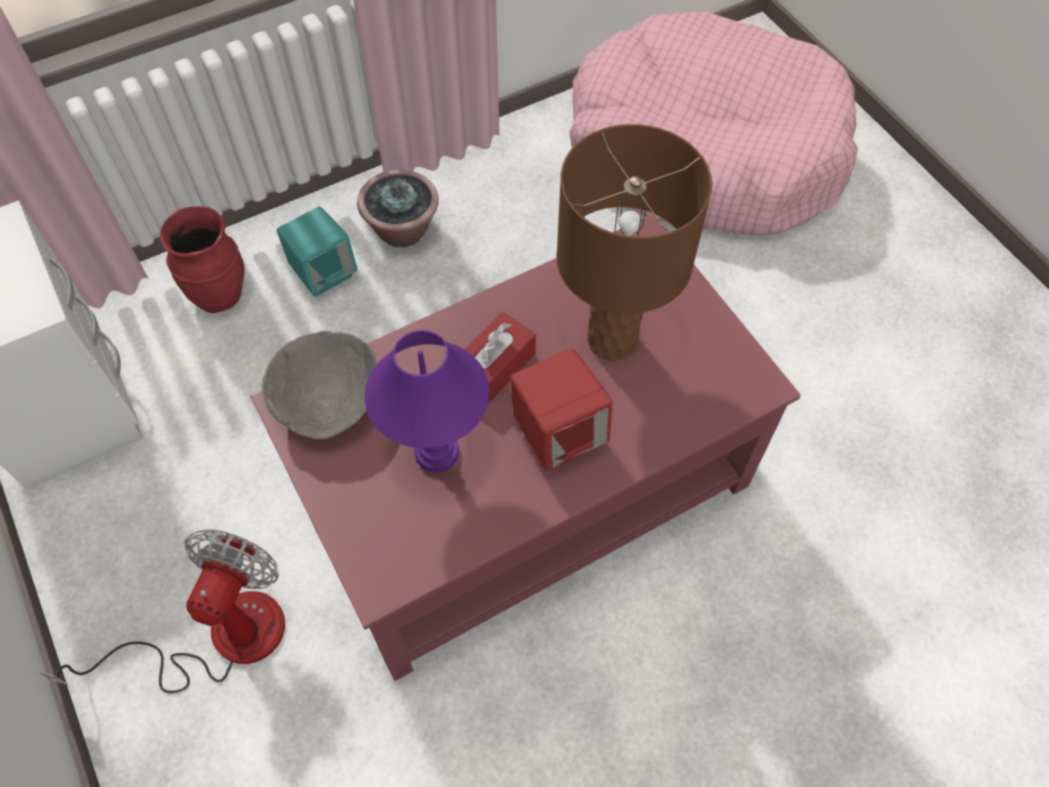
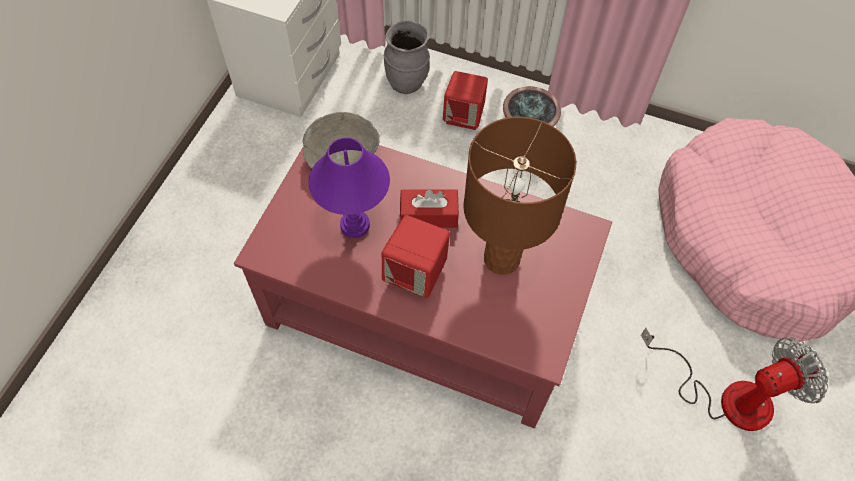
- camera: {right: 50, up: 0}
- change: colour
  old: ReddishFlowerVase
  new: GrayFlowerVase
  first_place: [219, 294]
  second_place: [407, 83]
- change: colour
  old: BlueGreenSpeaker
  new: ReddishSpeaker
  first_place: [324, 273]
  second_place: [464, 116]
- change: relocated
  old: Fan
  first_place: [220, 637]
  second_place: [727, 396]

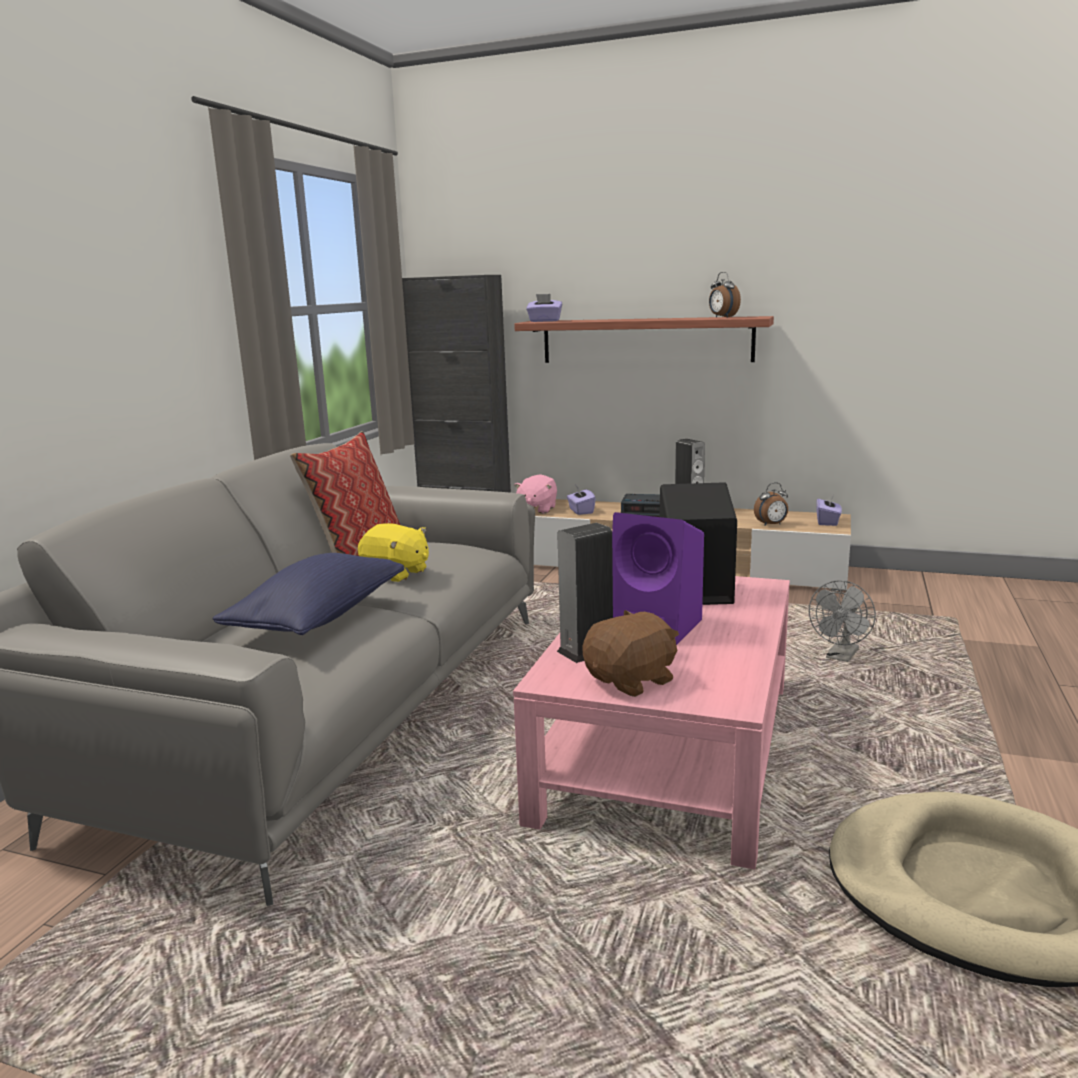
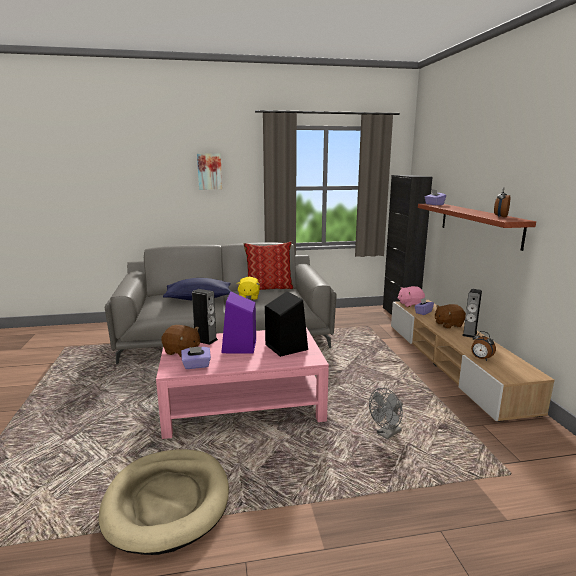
- camera: {right: 60, up: 0}
- change: exchanged
  old: TableClock
  new: BrownColouredSoftToy
  first_place: [645, 511]
  second_place: [448, 324]
- change: relocated
  old: PurplishTissueBox
  first_place: [827, 522]
  second_place: [196, 365]
- change: spun
  old: GrayFan
  first_place: [841, 657]
  second_place: [386, 434]
  degrees: -45
- change: appeared
  new: WallArt
  second_place: [209, 171]

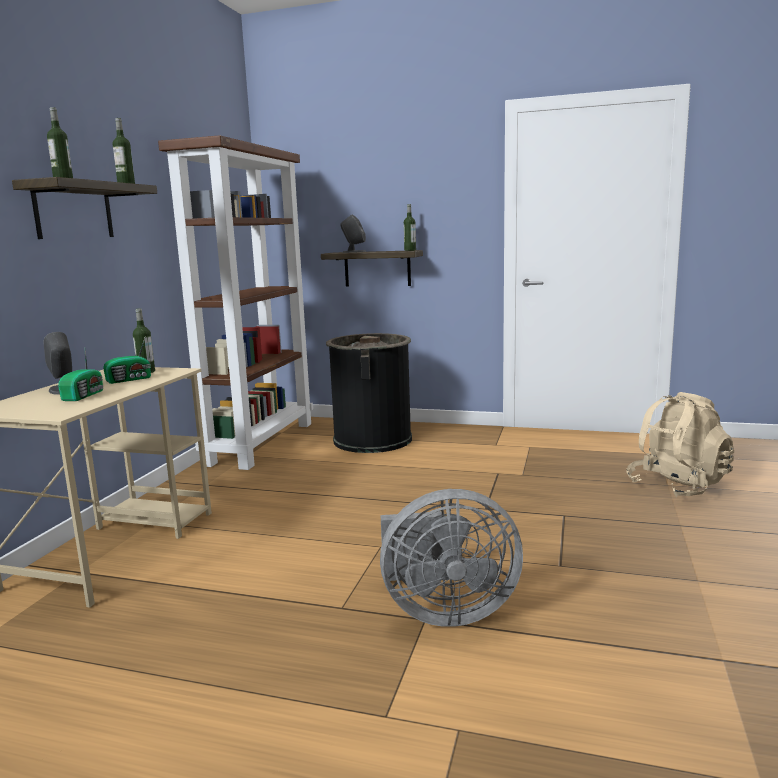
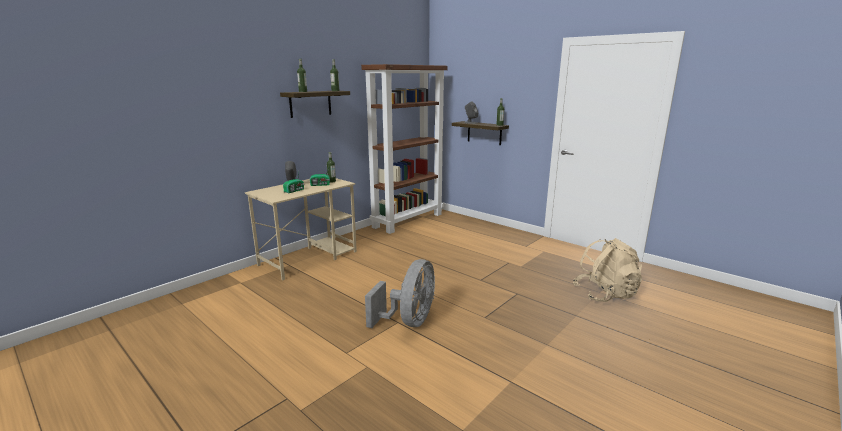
- camera: {right: 25, up: 5}
- change: missing
  old: BlackColouredWasteBin
  first_place: [372, 439]
- change: spun
  old: GrayFan
  first_place: [444, 611]
  second_place: [409, 321]
  degrees: -90

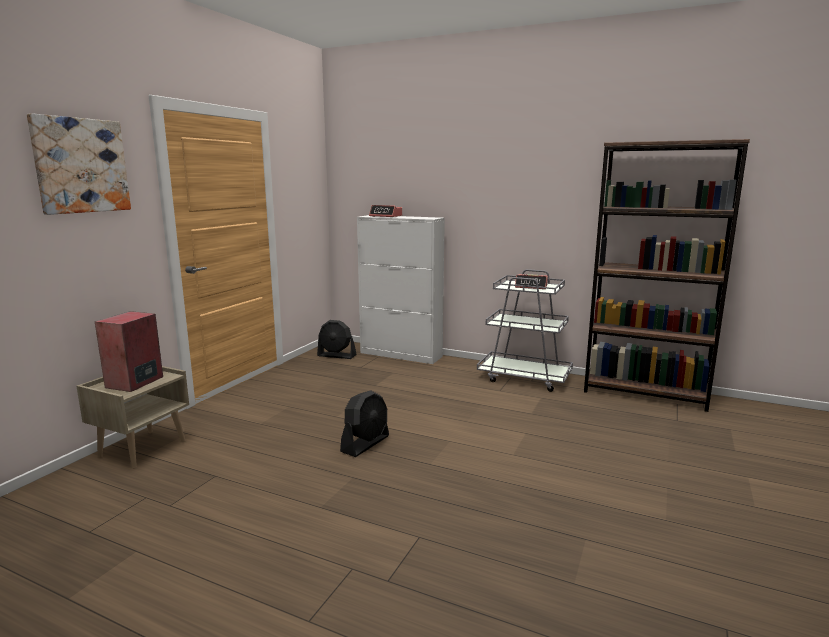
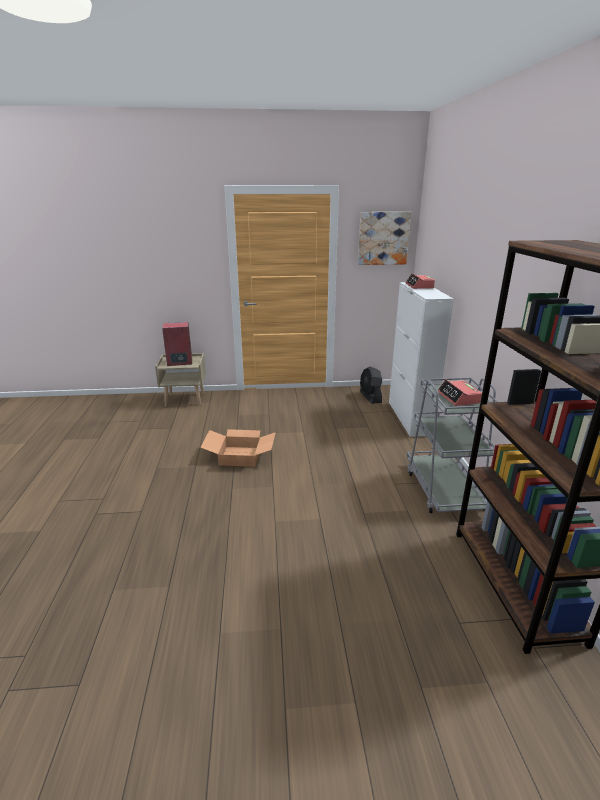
- camera: {right: 60, up: 10}
- change: relocated
  old: WallArt
  first_place: [81, 165]
  second_place: [383, 238]
- change: exchanged
  old: BlackColouredFan
  new: CardboardBox
  first_place: [365, 444]
  second_place: [241, 456]

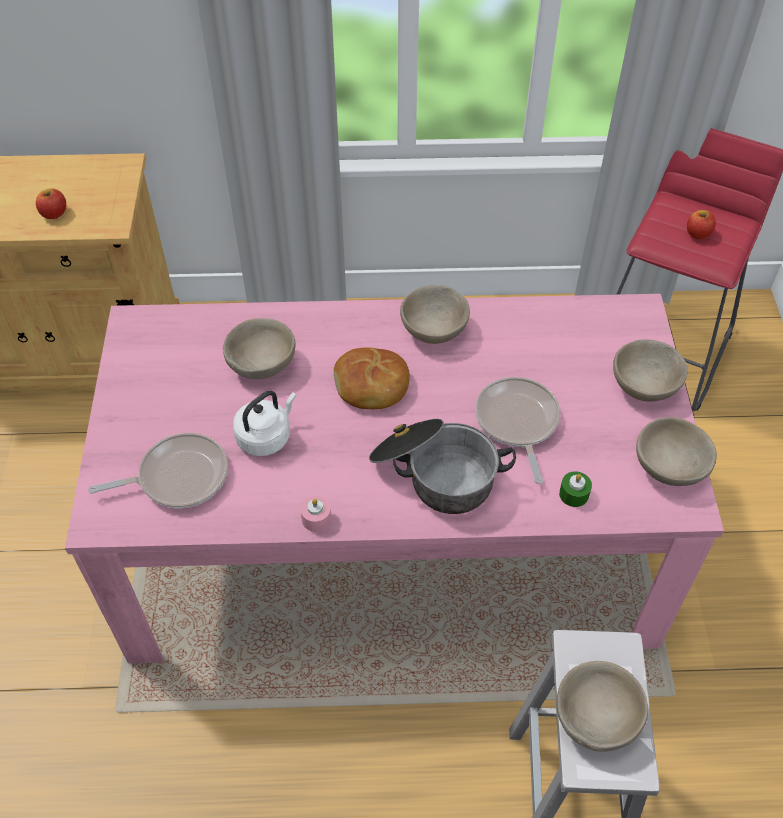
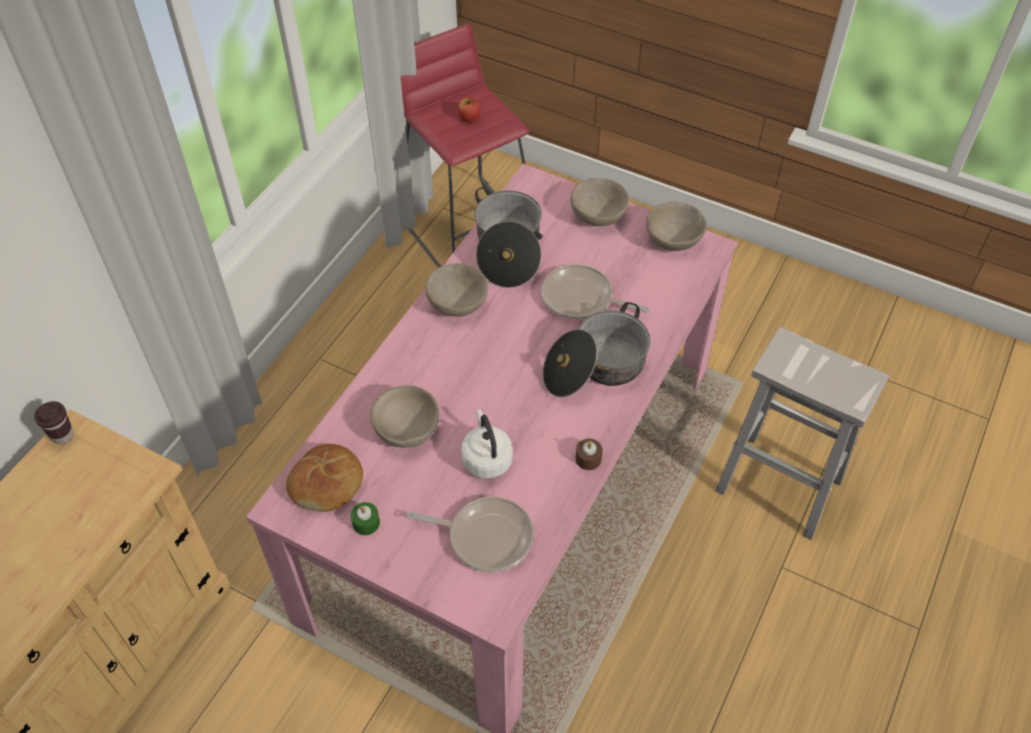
- camera: {right: -60, up: 0}
- change: missing
  old: AppleFruit
  first_place: [54, 213]
- change: relocated
  old: Bread
  first_place: [371, 386]
  second_place: [327, 484]
- change: spun
  old: Pan
  first_place: [178, 477]
  second_place: [485, 537]
  degrees: 90
- change: relocated
  old: GreenColouredWaxLight
  first_place: [574, 494]
  second_place: [366, 523]
- change: colour
  old: PinkishWaxLight
  new: BrownColouredWaxLight
  first_place: [316, 518]
  second_place: [588, 459]
- change: missing
  old: BeigeBowl
  first_place: [595, 716]
- change: appeared
  new: Saucepot
  second_place: [508, 250]
- change: appeared
  new: BrownColouredCup
  second_place: [63, 436]

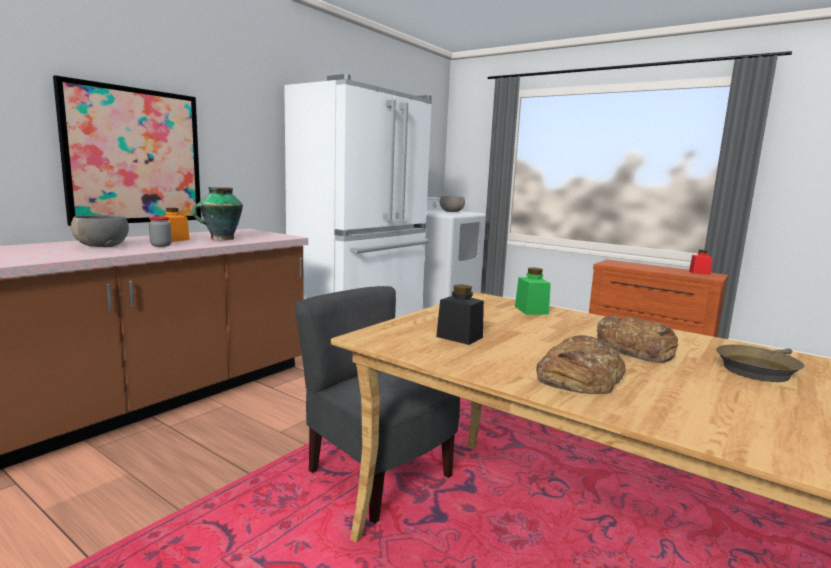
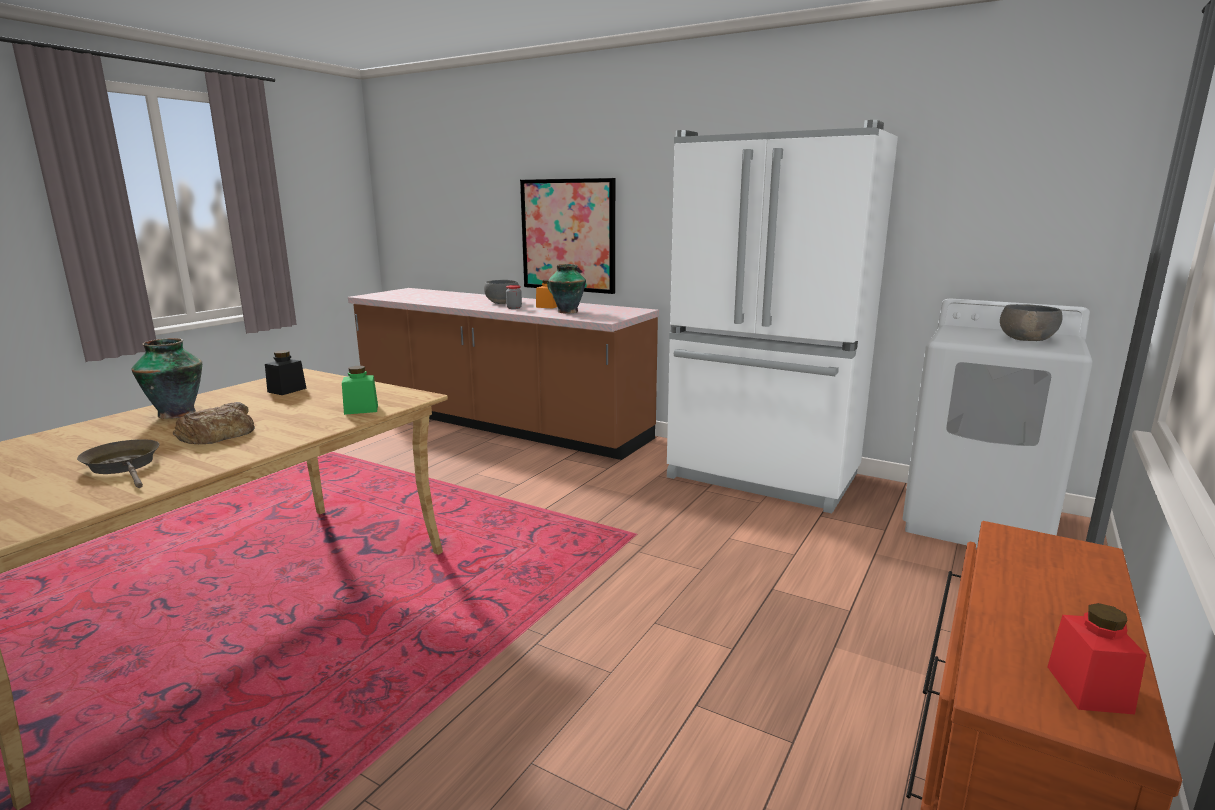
- camera: {right: 85, up: 5}
- change: missing
  old: GrayPlainChair
  first_place: [377, 475]
- change: exchanged
  old: Bread
  new: FlowerVase
  first_place: [578, 376]
  second_place: [178, 413]

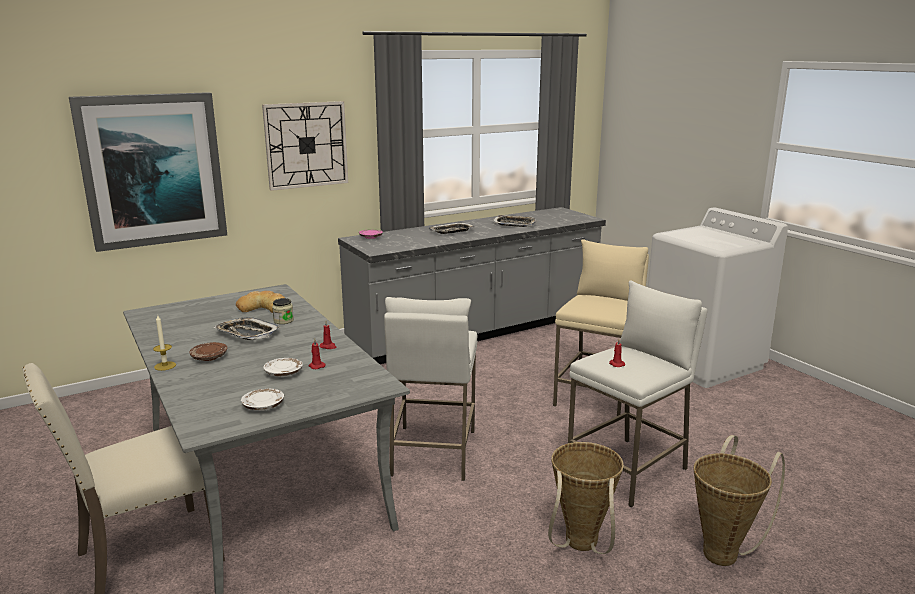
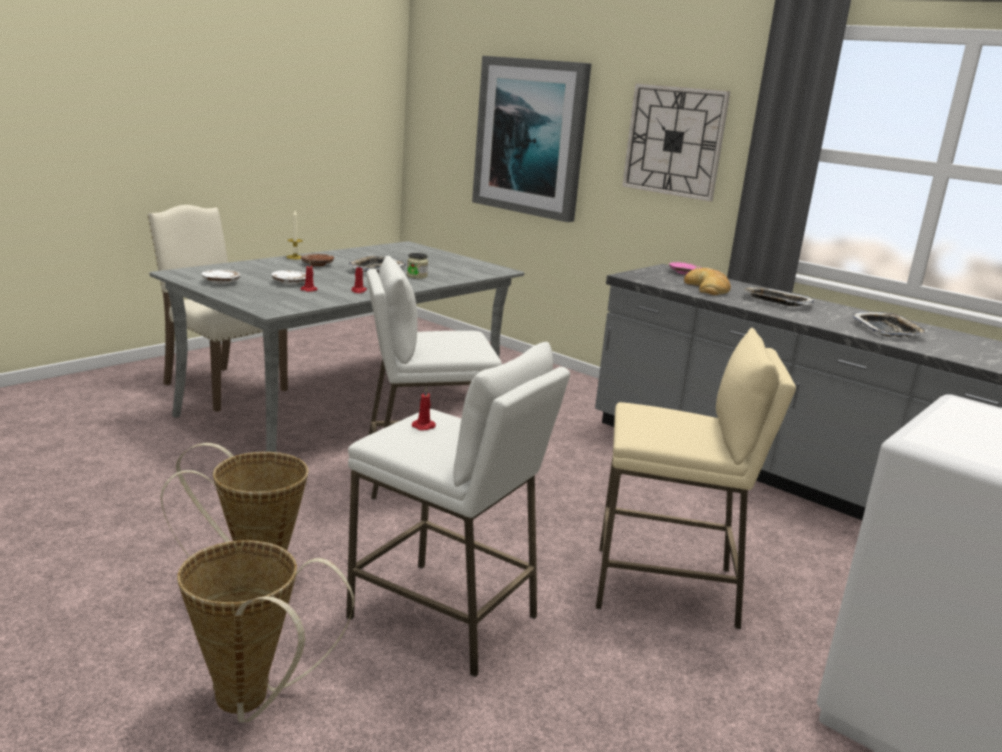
- camera: {right: 70, up: 0}
- change: relocated
  old: Bread
  first_place: [264, 308]
  second_place: [708, 288]

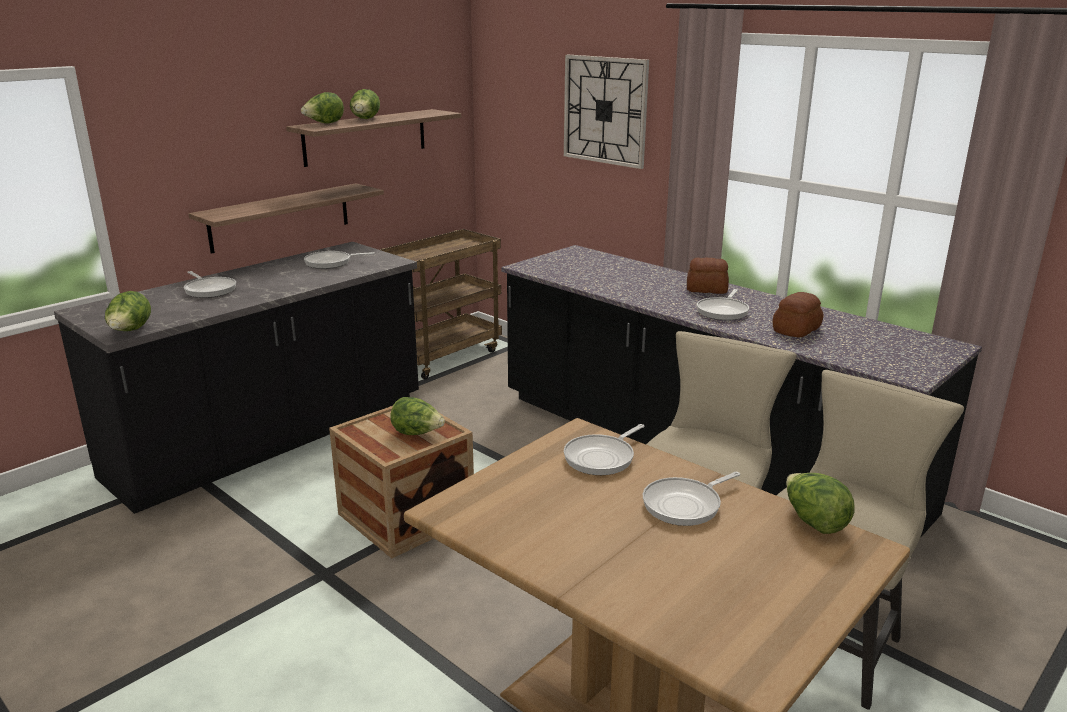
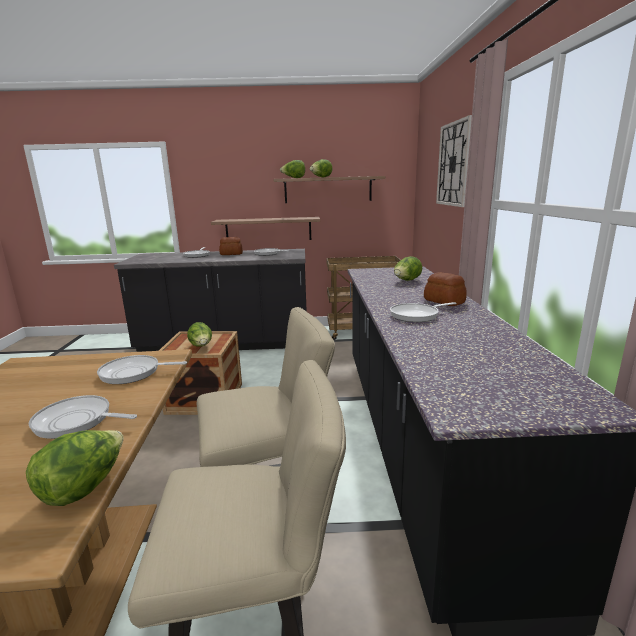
- camera: {right: 45, up: -5}
- change: relocated
  old: LettuceHead
  first_place: [130, 331]
  second_place: [406, 281]
- change: relocated
  old: Bread
  first_place: [795, 330]
  second_place: [231, 254]

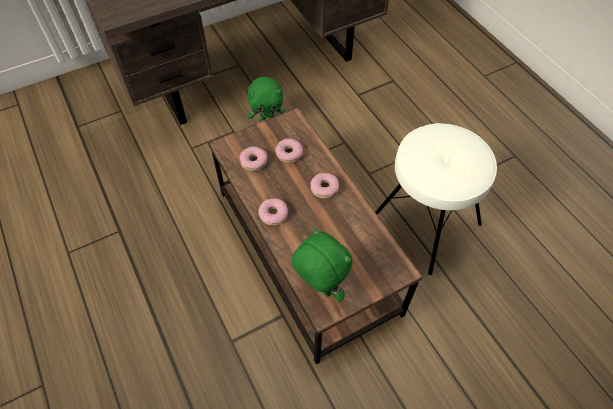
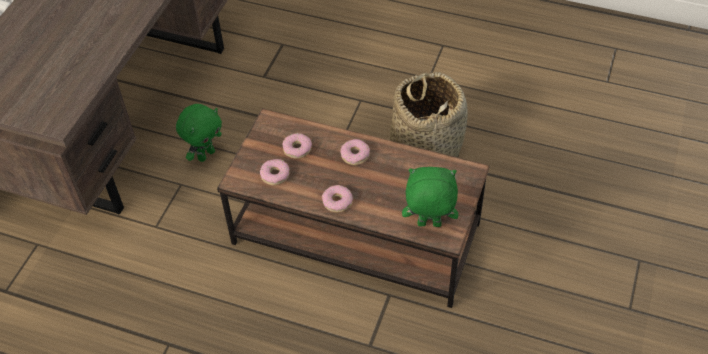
- camera: {right: -40, up: -5}
- change: exchanged
  old: WhiteStool
  new: Basket
  first_place: [425, 223]
  second_place: [426, 144]

